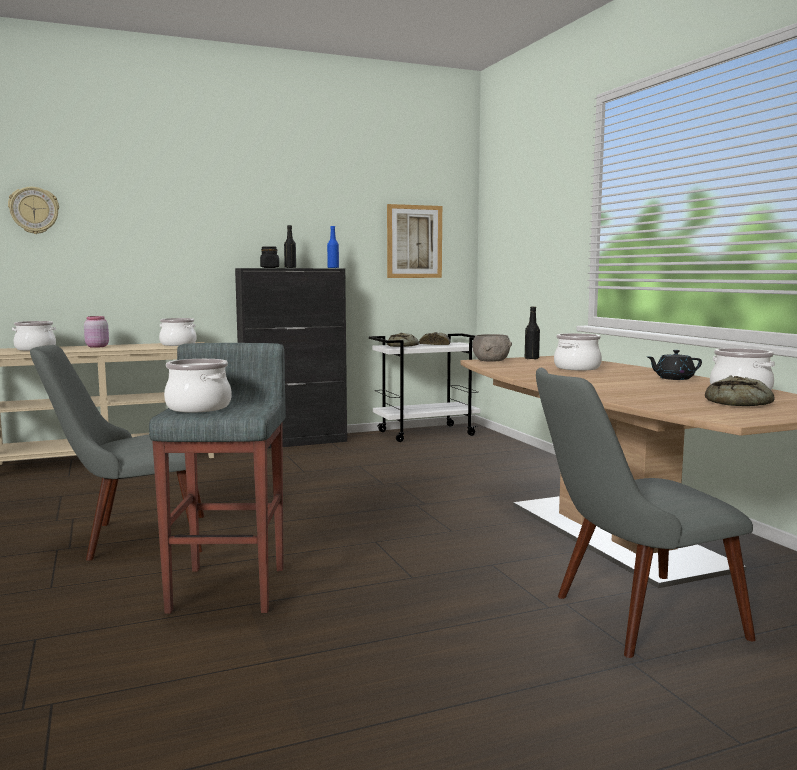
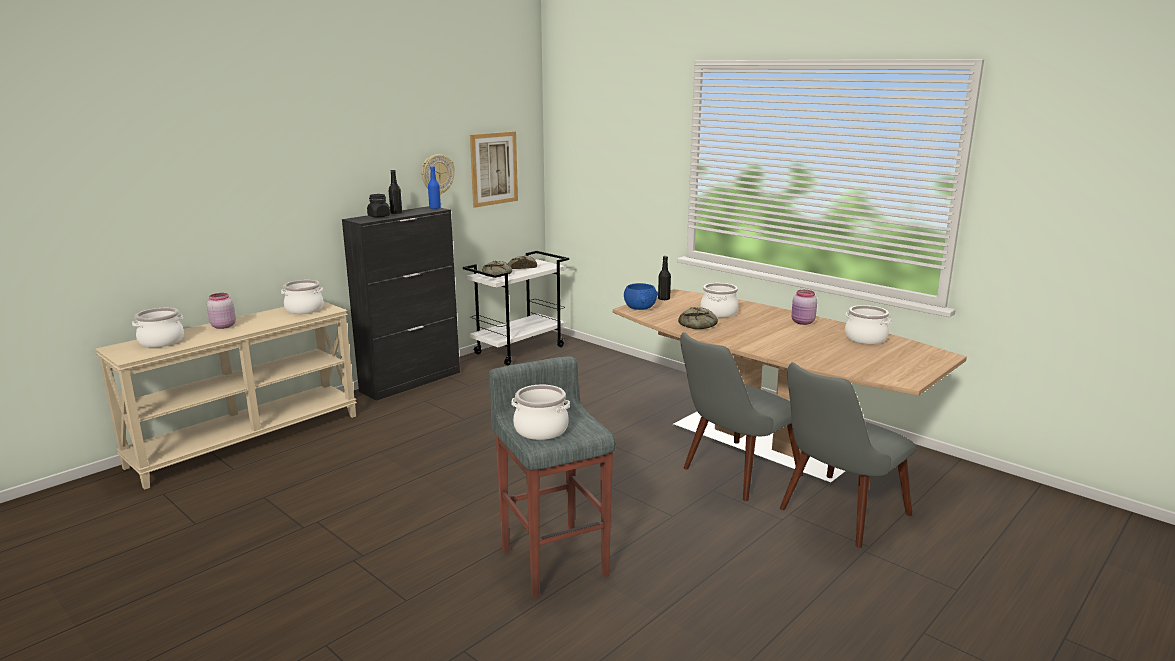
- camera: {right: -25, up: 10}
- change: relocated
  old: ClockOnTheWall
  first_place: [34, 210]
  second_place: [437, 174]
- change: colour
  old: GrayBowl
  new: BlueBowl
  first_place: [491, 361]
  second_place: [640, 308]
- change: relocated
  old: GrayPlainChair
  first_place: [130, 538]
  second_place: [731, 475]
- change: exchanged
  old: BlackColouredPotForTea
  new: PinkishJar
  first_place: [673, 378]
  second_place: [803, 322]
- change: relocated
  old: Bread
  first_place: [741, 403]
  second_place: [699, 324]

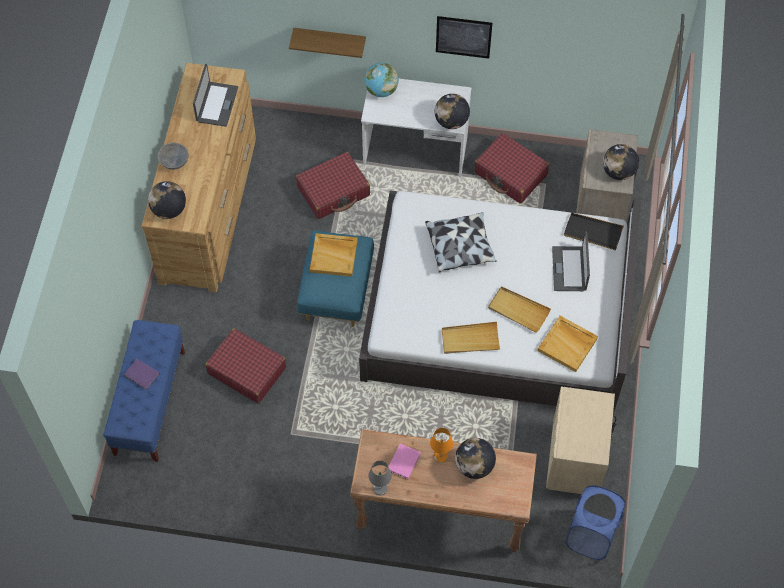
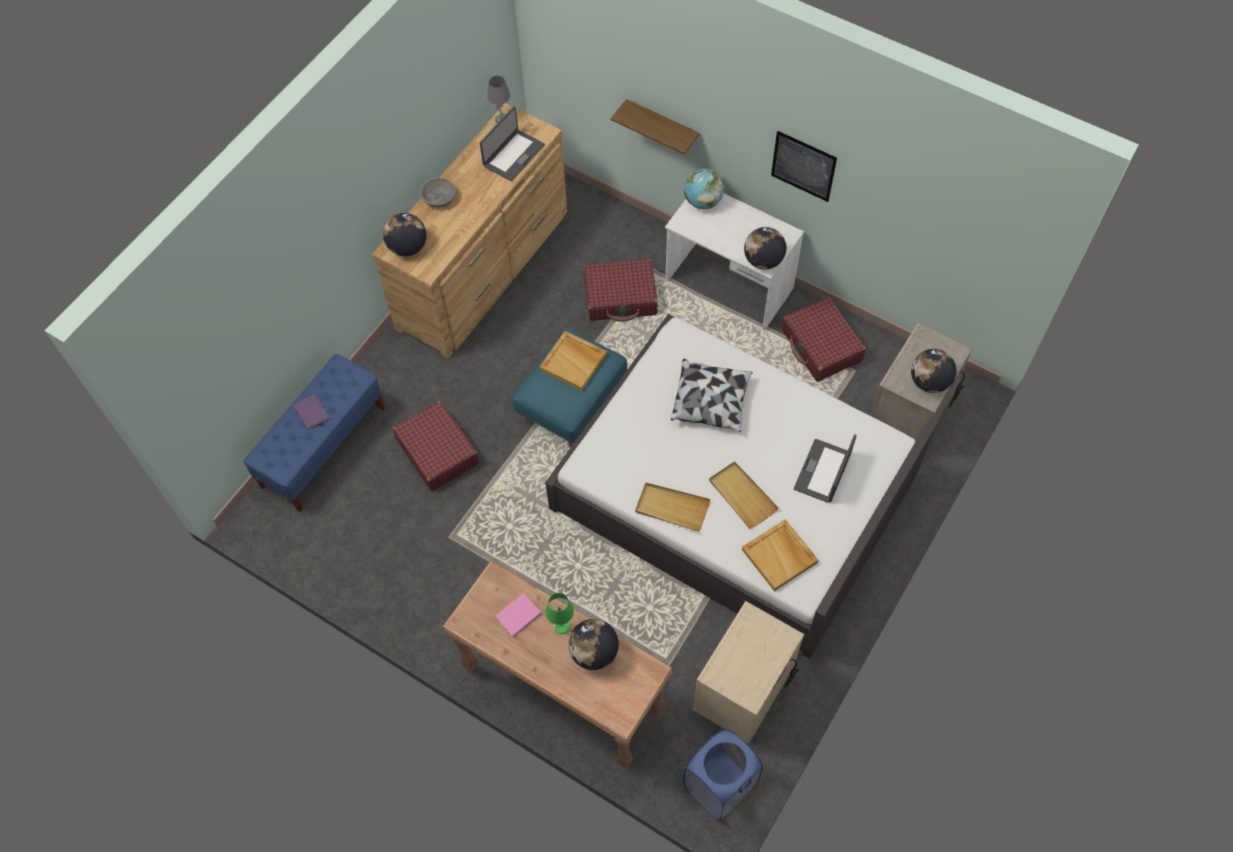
- camera: {right: 25, up: 0}
- change: missing
  old: BlackColouredTray
  first_place: [592, 232]
- change: colour
  old: OrangeTableLamp
  new: GreenColouredTableLamp
  first_place: [440, 457]
  second_place: [561, 626]
- change: relocated
  old: GrayTableLamp
  first_place: [379, 488]
  second_place: [501, 119]

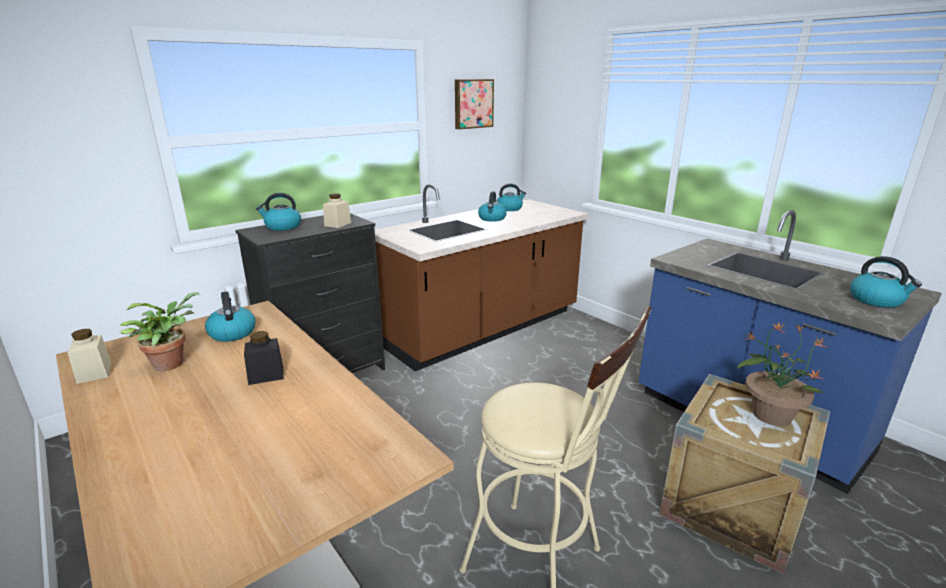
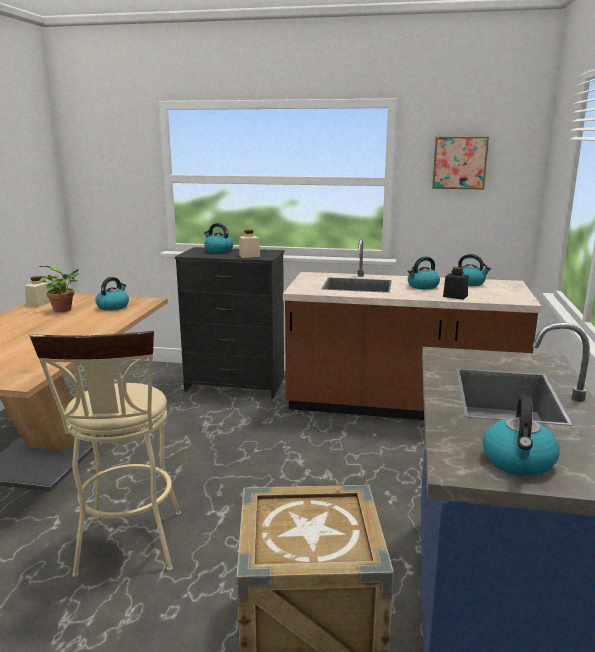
- camera: {right: 50, up: -5}
- change: missing
  old: PottedPlant
  first_place: [770, 414]
- change: relocated
  old: BlackColouredJar
  first_place: [266, 375]
  second_place: [455, 296]

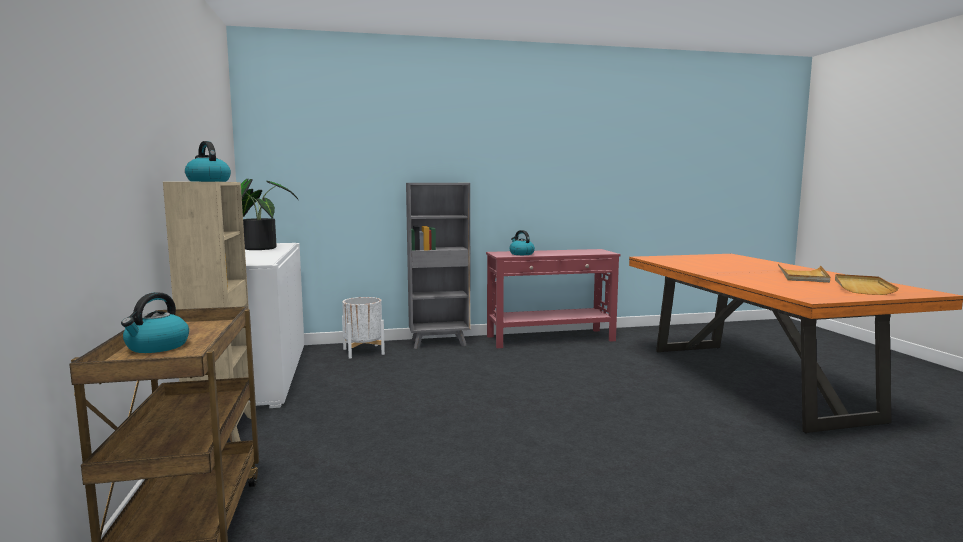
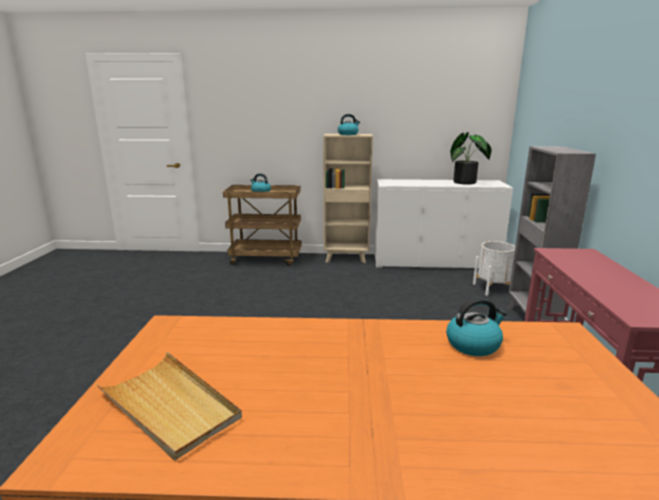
- camera: {right: 105, up: 10}
- change: relocated
  old: TeaKettle
  first_place: [521, 254]
  second_place: [473, 344]
- change: missing
  old: BeigeTray
  first_place: [803, 276]

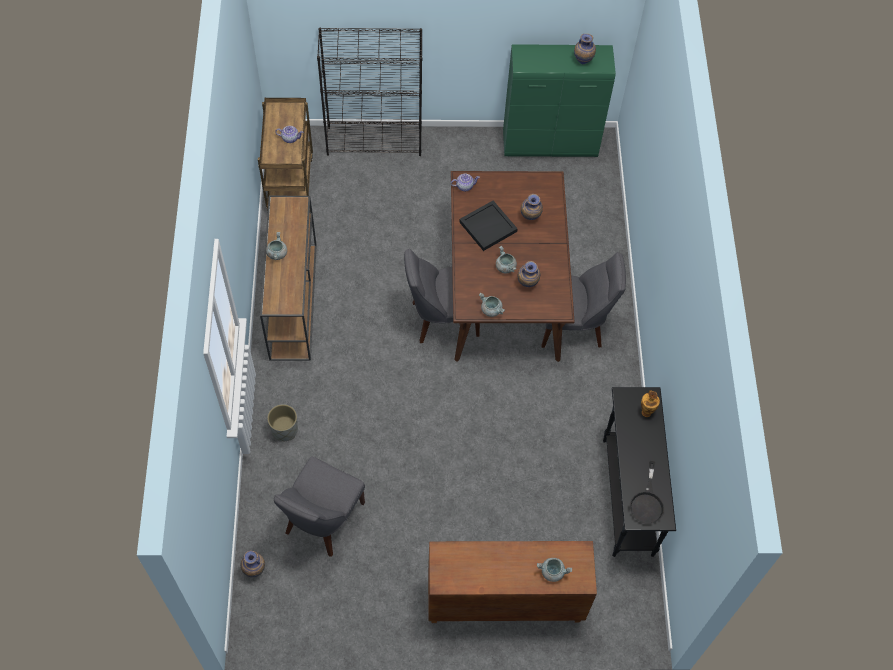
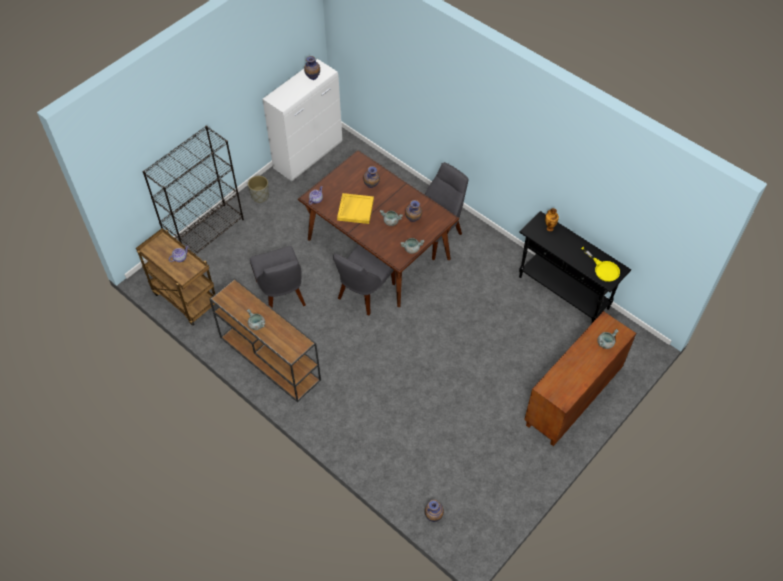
- camera: {right: -45, up: -5}
- change: colour
  old: GreenColouredCabinet
  new: WhiteCabinet
  first_place: [550, 144]
  second_place: [308, 155]
- change: colour
  old: BlackColouredTray
  new: YellowColouredTray
  first_place: [488, 226]
  second_place: [355, 209]
- change: relocated
  old: GrayPlantPot
  first_place: [284, 430]
  second_place: [260, 196]
- change: relocated
  old: GrayPlainChair
  first_place: [322, 521]
  second_place: [281, 295]
- change: colour
  old: BlackColouredPan
  new: YellowColouredPan
  first_place: [647, 502]
  second_place: [603, 269]

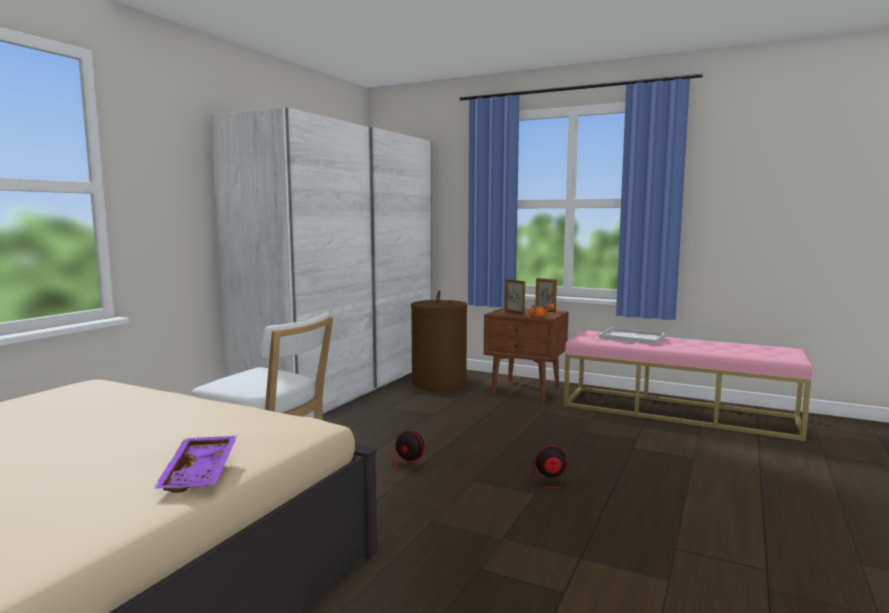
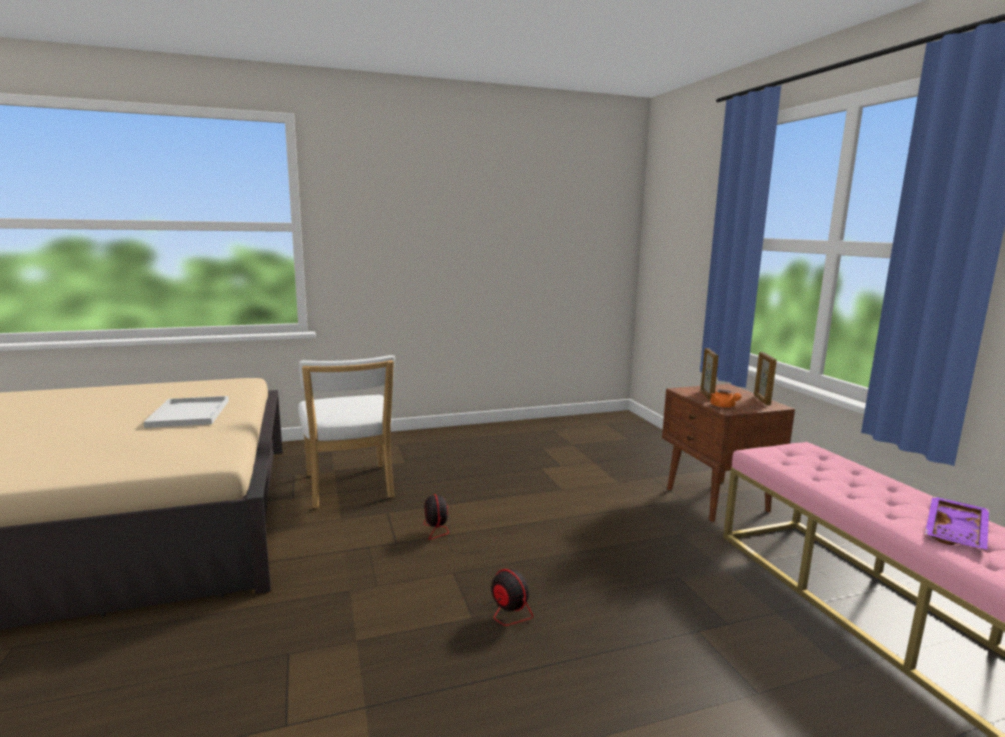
- camera: {right: 45, up: 5}
- change: missing
  old: WhiteClothesCupboard
  first_place: [343, 386]
- change: missing
  old: BrownColouredWashingBasket
  first_place: [438, 382]
- change: relocated
  old: WhiteTray
  first_place: [633, 337]
  second_place: [190, 414]
- change: relocated
  old: PurplishTray
  first_place: [201, 473]
  second_place: [957, 533]

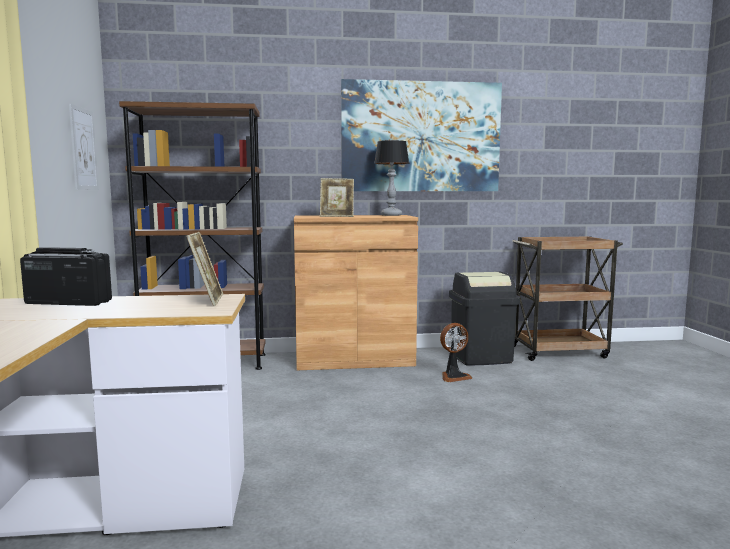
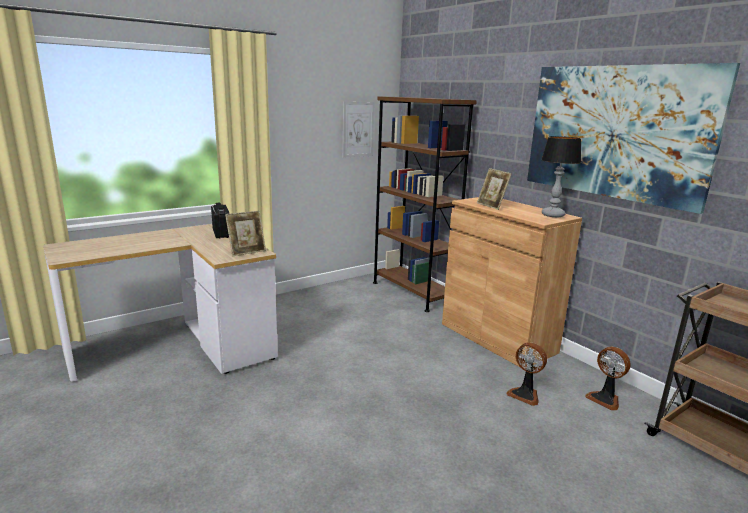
- camera: {right: 60, up: 10}
- change: exchanged
  old: BlackColouredWasteBin
  new: Fan
  first_place: [481, 357]
  second_place: [605, 399]

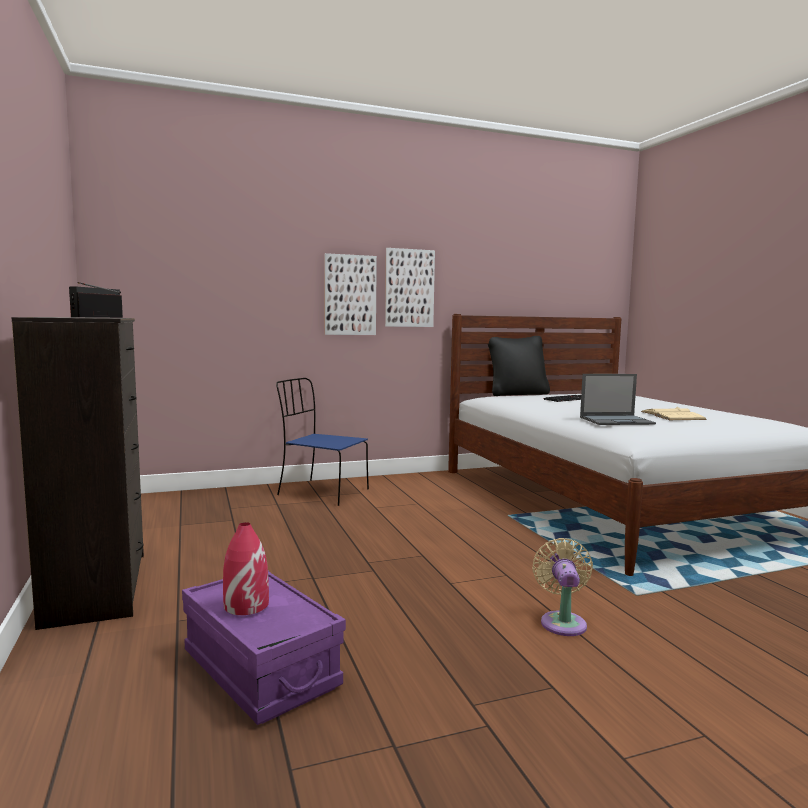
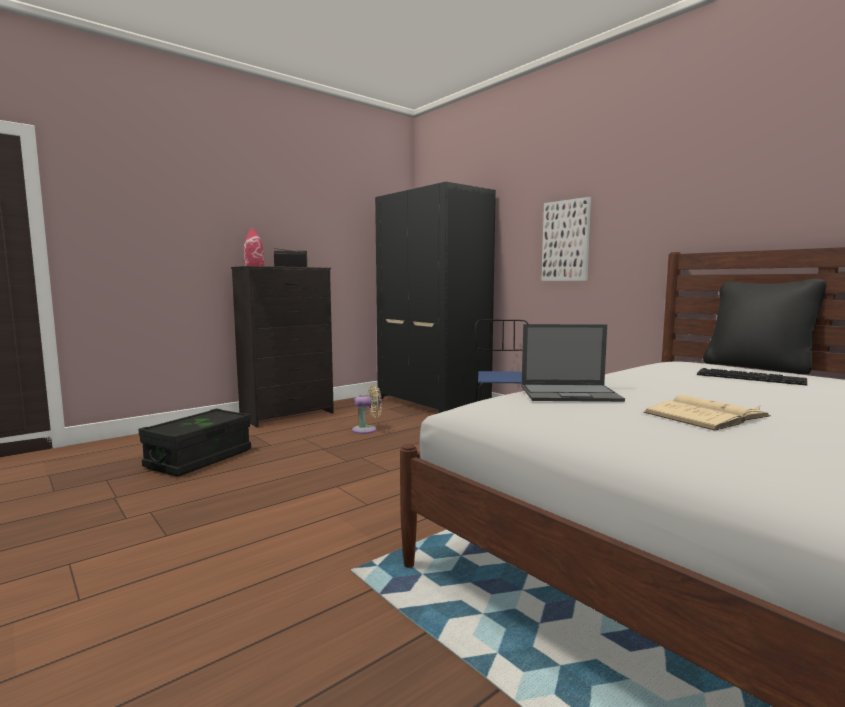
- camera: {right: 70, up: 0}
- change: missing
  old: WallArt
  first_place: [409, 288]
- change: spun
  old: PortableComputer
  first_place: [617, 421]
  second_place: [570, 393]
  degrees: -60
- change: relocated
  old: ReddishFlowerVase
  first_place: [246, 605]
  second_place: [254, 266]
- change: relocated
  old: BeigeFan
  first_place: [562, 621]
  second_place: [367, 430]
- change: colour
  old: PurplishStorageBox
  new: BlackColouredStorageBox
  first_place: [260, 669]
  second_place: [199, 459]
- change: appeared
  new: BlackColouredClothesCupboard
  second_place: [433, 402]

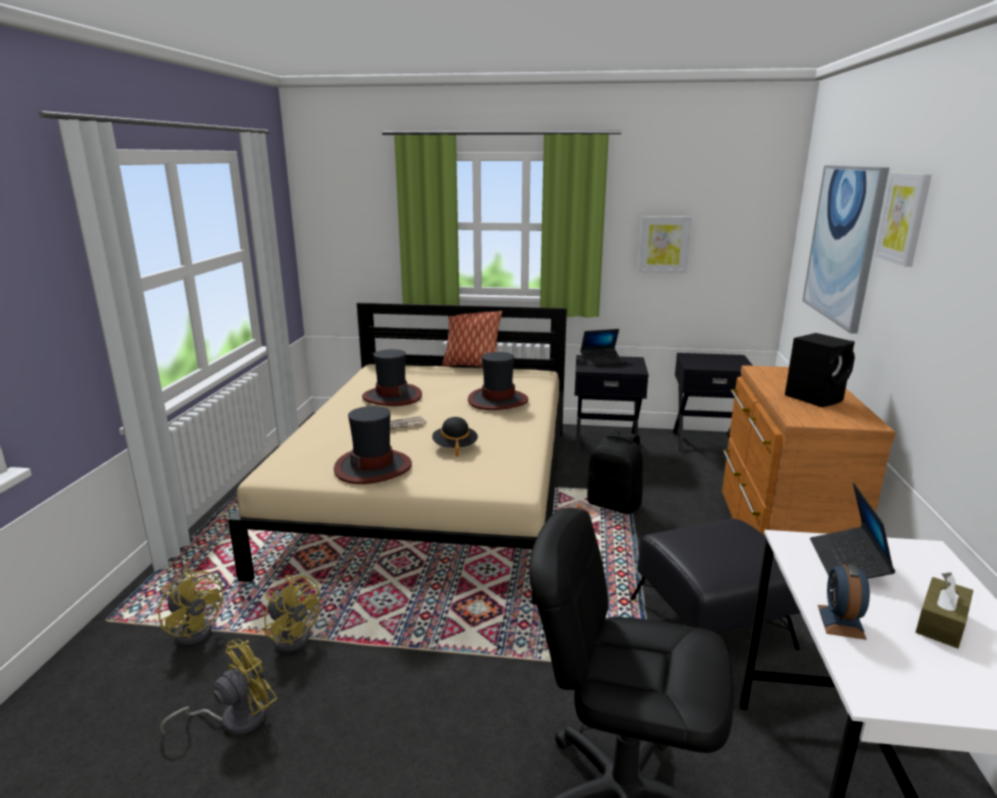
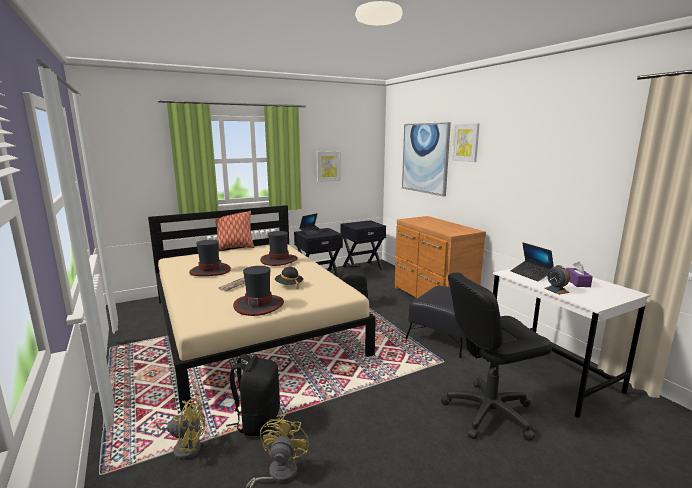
- camera: {right: -35, up: -5}
- change: missing
  old: BlackColouredSpeaker
  first_place: [815, 398]
- change: colour
  old: BrownColouredTissueBox
  new: PurplishTissueBox
  first_place: [941, 623]
  second_place: [577, 282]
- change: exchanged
  old: YellowColouredFan
  new: BlackColouredBackpack
  first_place: [293, 634]
  second_place: [257, 421]

